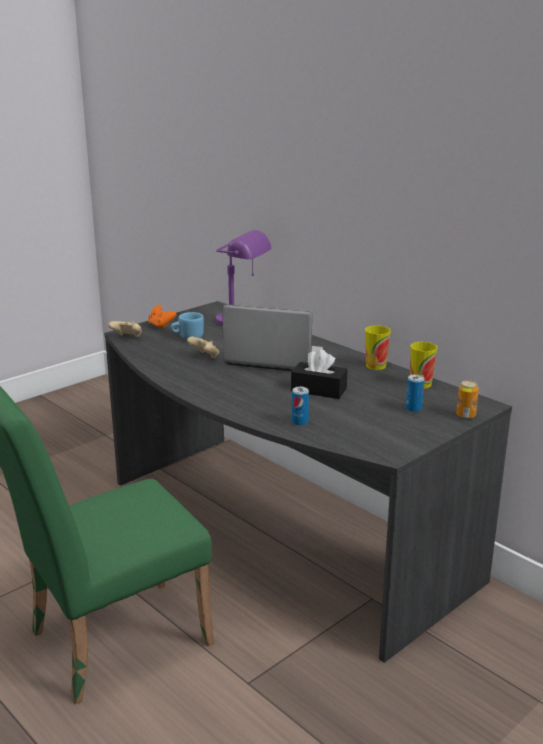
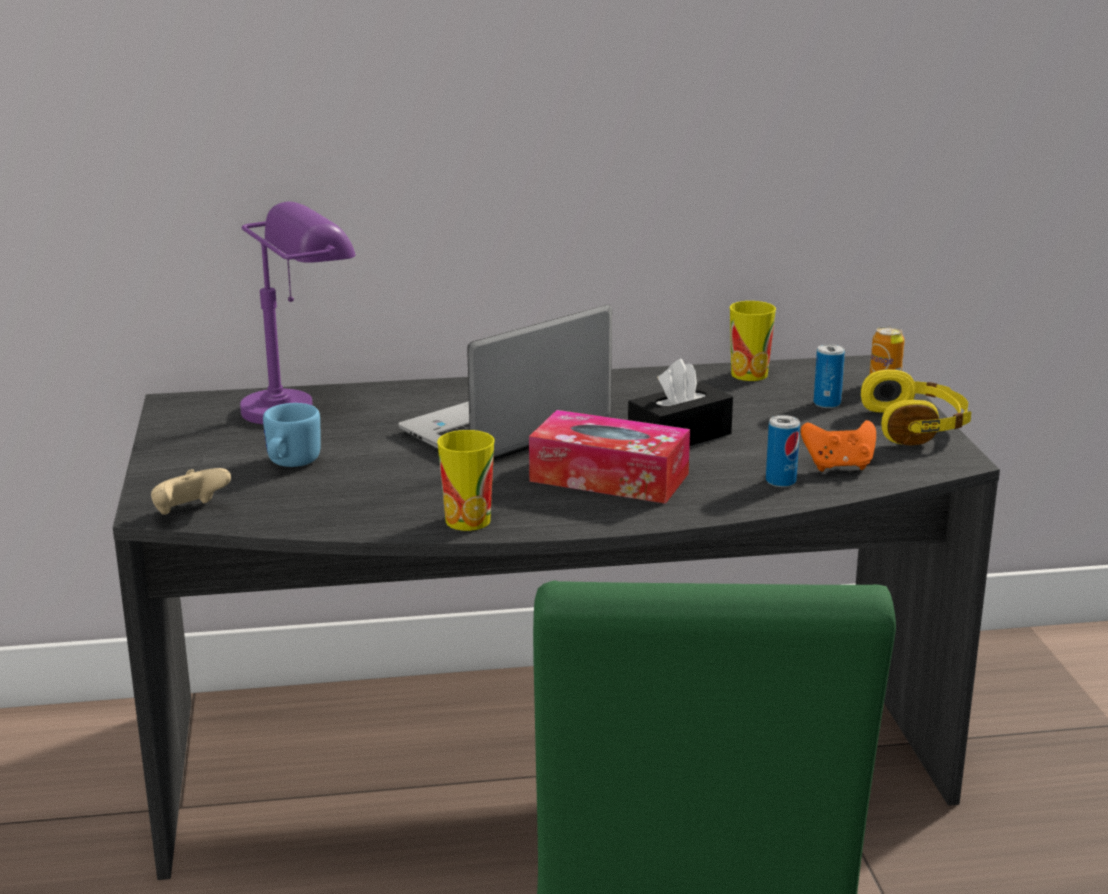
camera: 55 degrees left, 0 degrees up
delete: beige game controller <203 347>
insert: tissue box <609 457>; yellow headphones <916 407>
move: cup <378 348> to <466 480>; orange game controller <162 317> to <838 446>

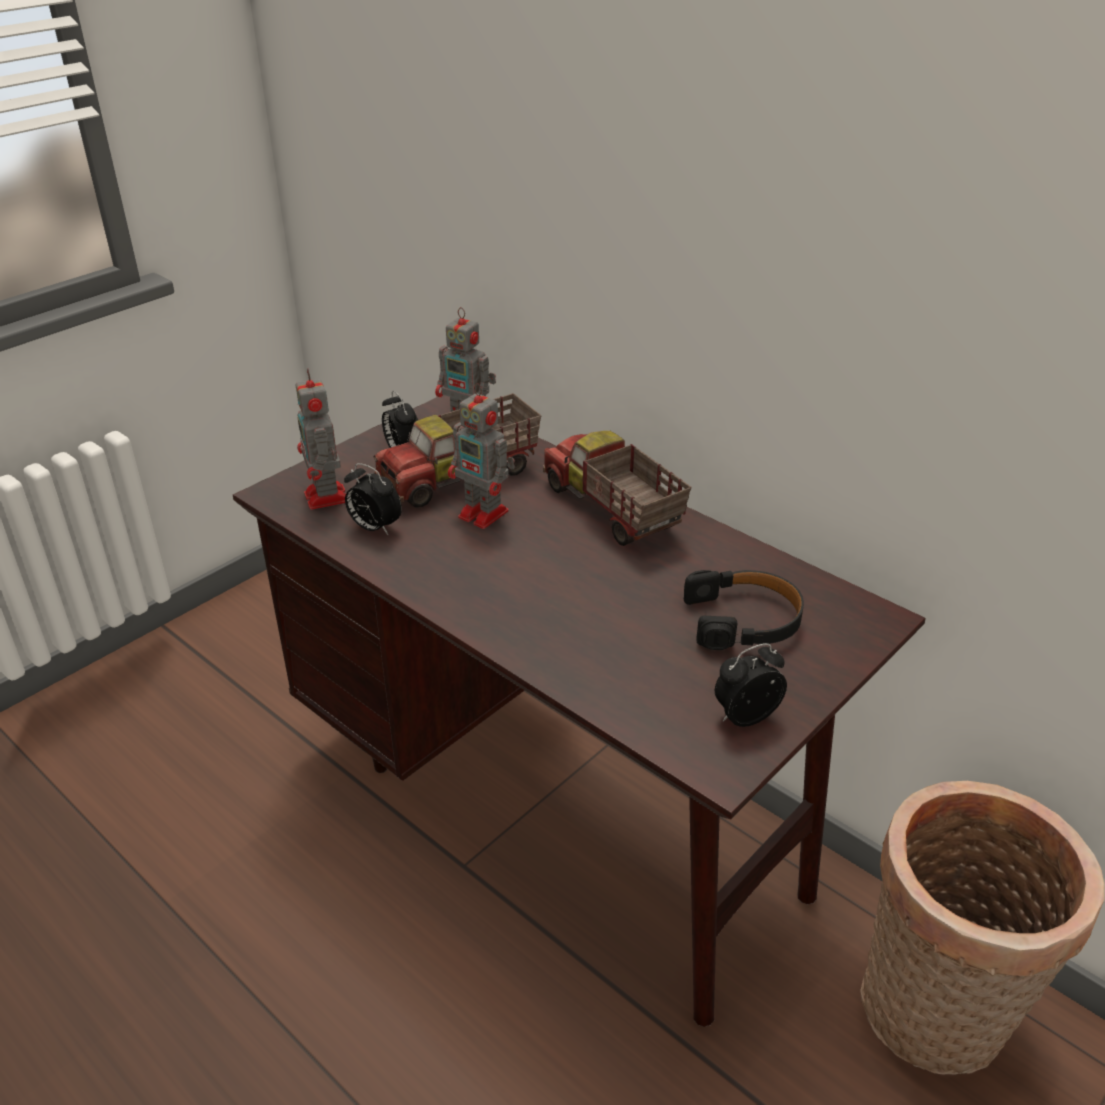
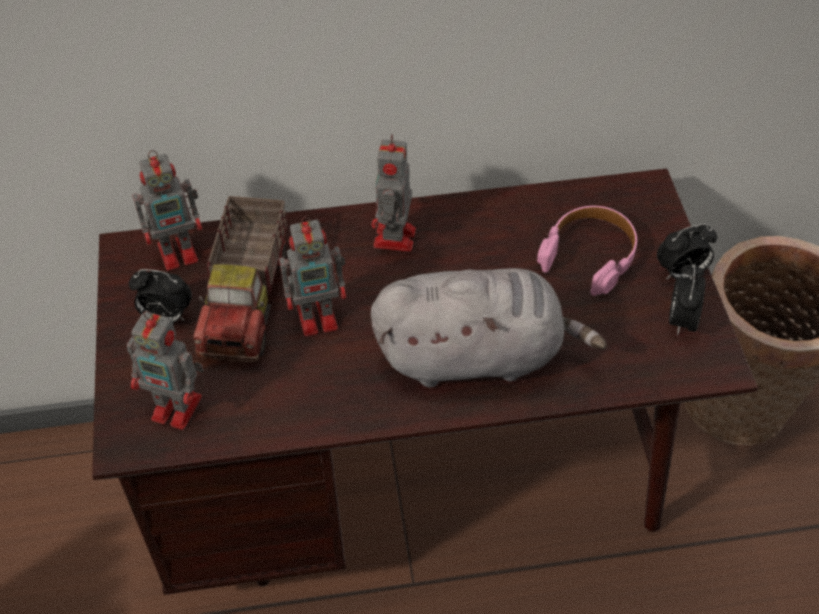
camera: 50 degrees left, 15 degrees up
insert: grey plush toy <489 327>
move: alarm clock <373 499> to <687 252>
replace: toy truck <617 488> to toy robot <393 193>
recolor: black headphones <744 610> to pink headphones <587 251>

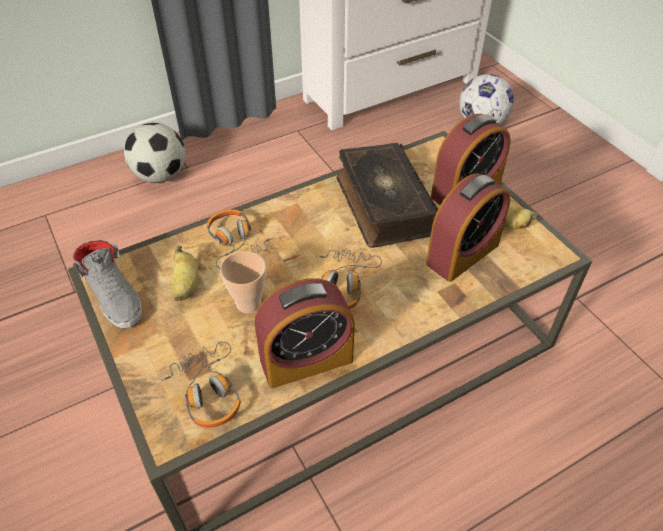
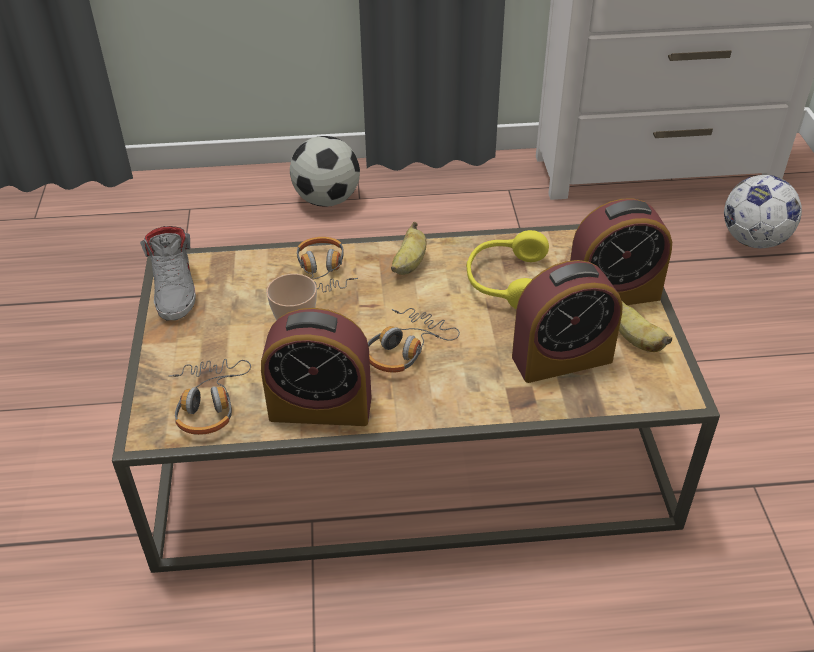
camera: 25 degrees right, 5 degrees down
move: banana <185 273> to <408 248>
replace: book <387 195> to yellow headphones <507 269>

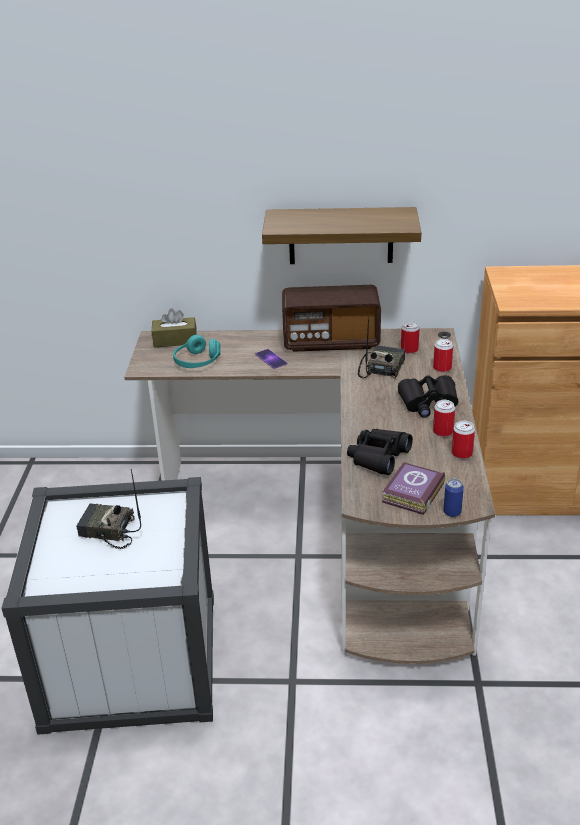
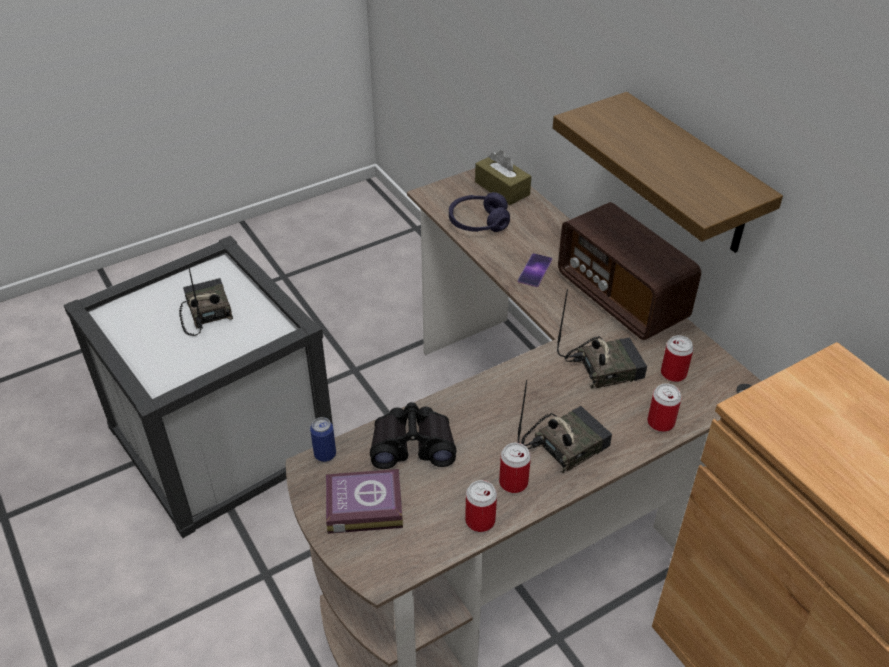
camera: 55 degrees right, 10 degrees up
move: can <453 497> to <323 439>
replace: black binoculars <428 396> to radio <565 426>
recolor: turquoise headphones <197 351> to purple headphones <479 212>

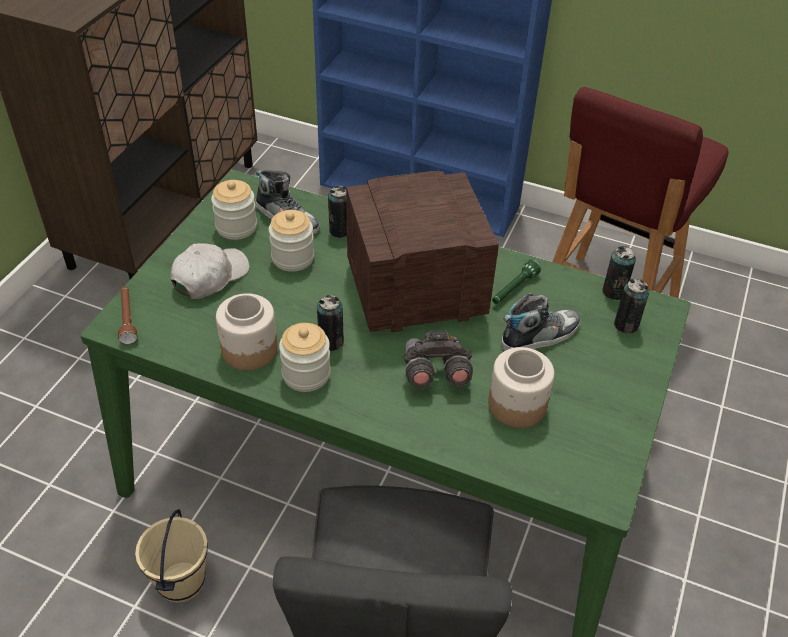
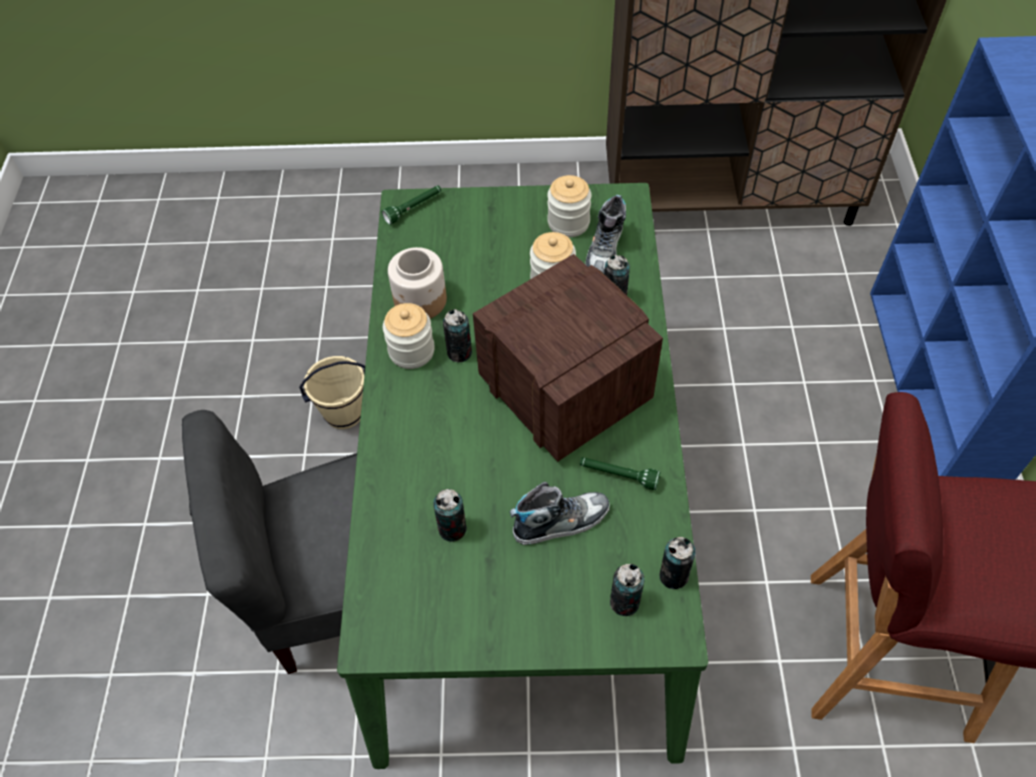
camera: 70 degrees right, 10 degrees up
delete: white cap <210 271>; grey binoculars <438 359>
replace: jar <521 387> to can <450 515>
recolor: brown flashlight <127 315> to green flashlight <411 205>
rotate: shoe <540 322> = <560 513> 60 degrees counterclockwise

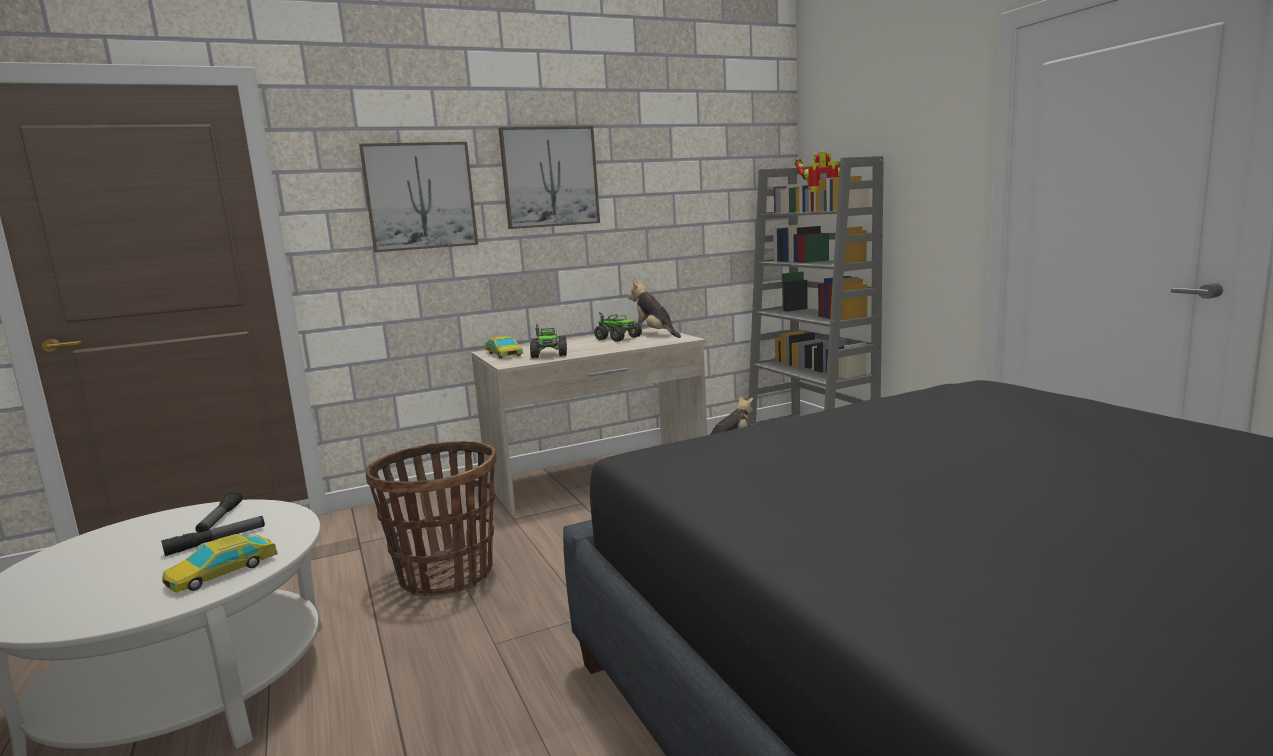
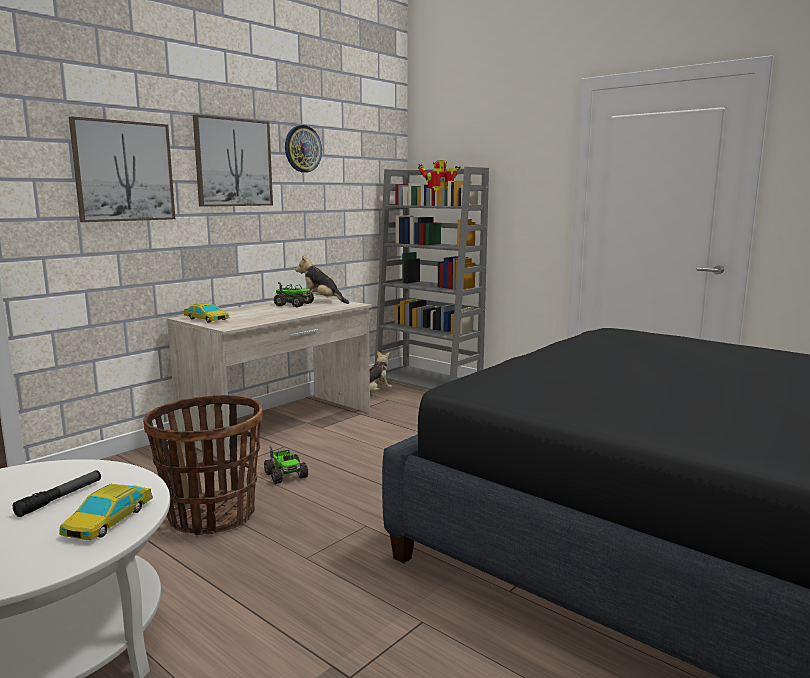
camera: 25 degrees left, 0 degrees up
delete: flashlight <219 512>
insert: wall clock <303 149>
move: toy truck <548 341> to <286 464>

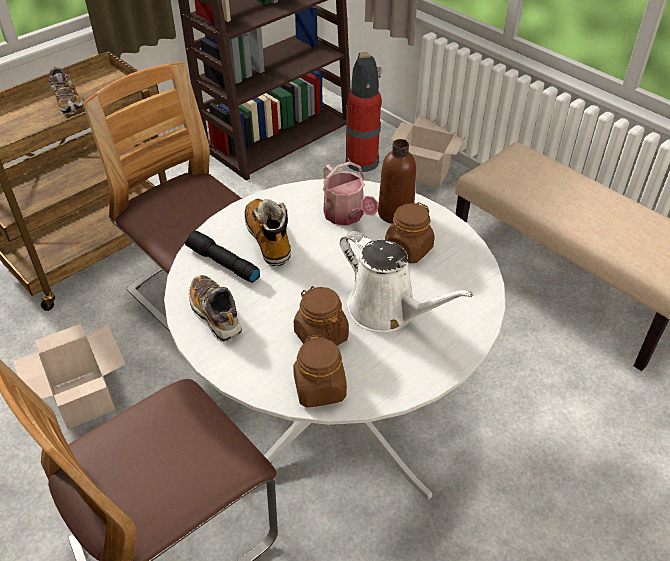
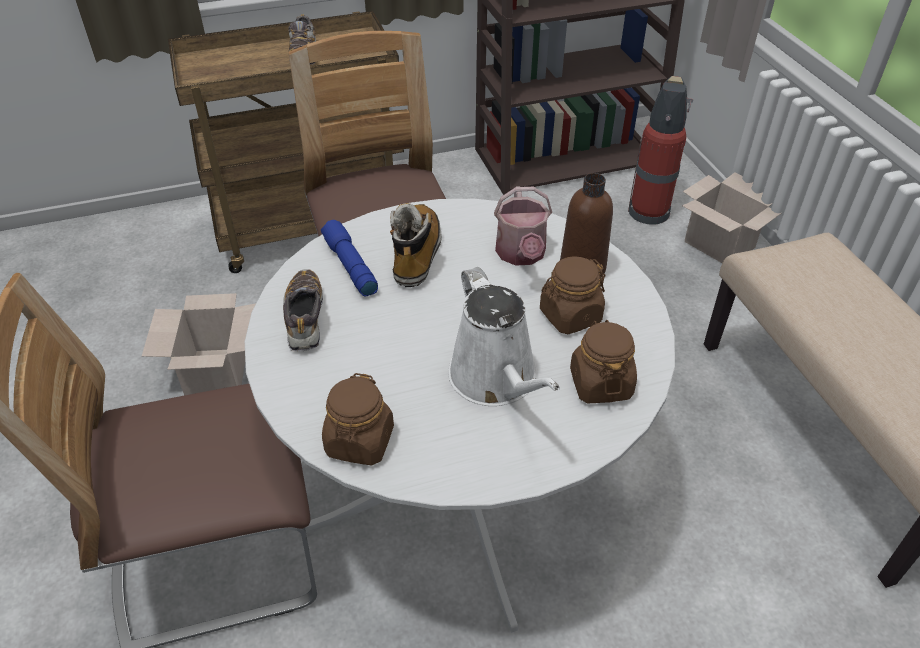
camera: 25 degrees right, 0 degrees up
move: brown jar <321 316> to <603 361>
recolor: black flashlight <222 257> to blue flashlight <349 258>

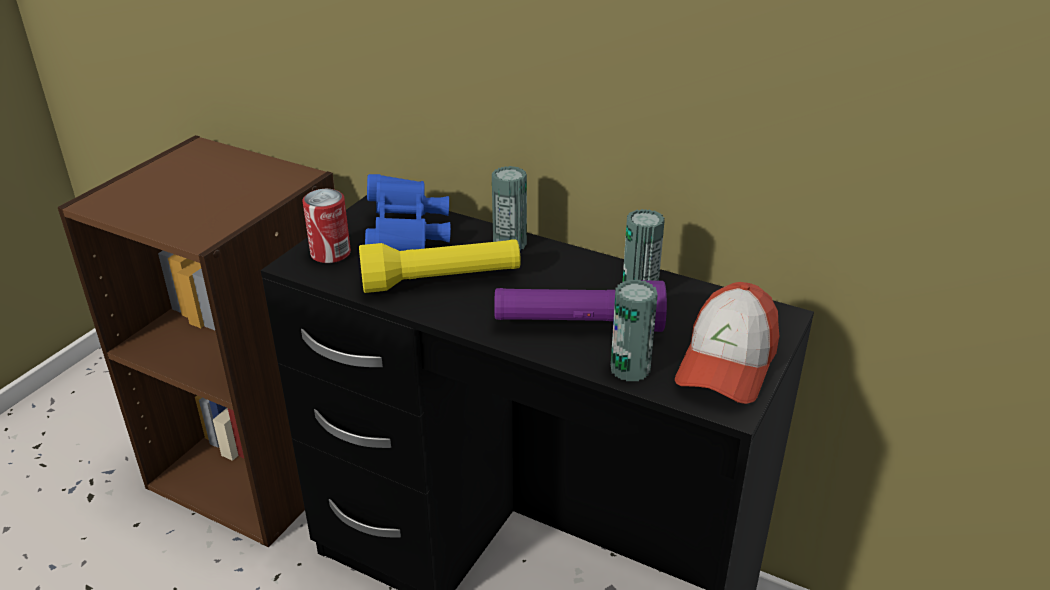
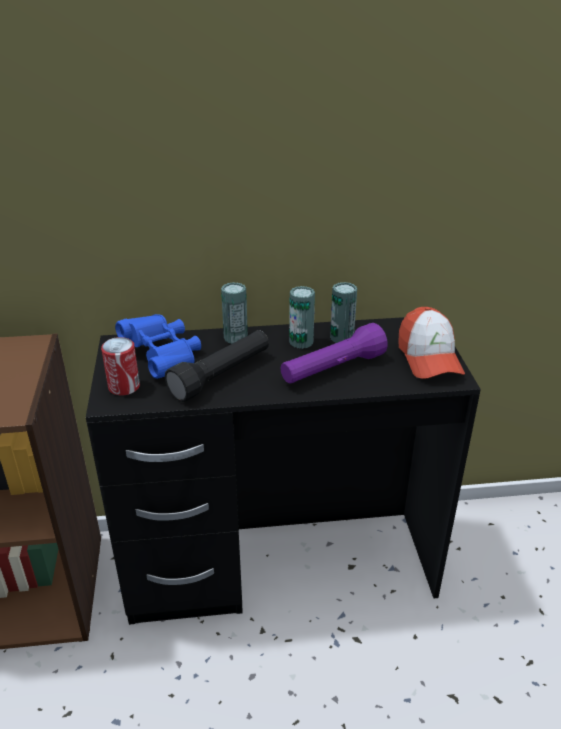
camera: 35 degrees left, 0 degrees up
move: can <634 330> to <302 317>
recolor: yellow flashlight <440 266> to black flashlight <217 366>

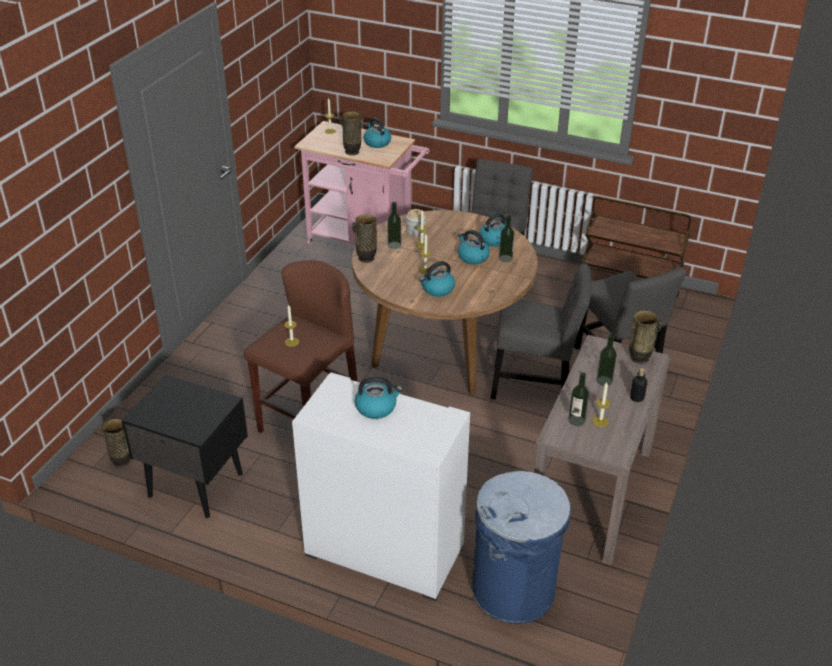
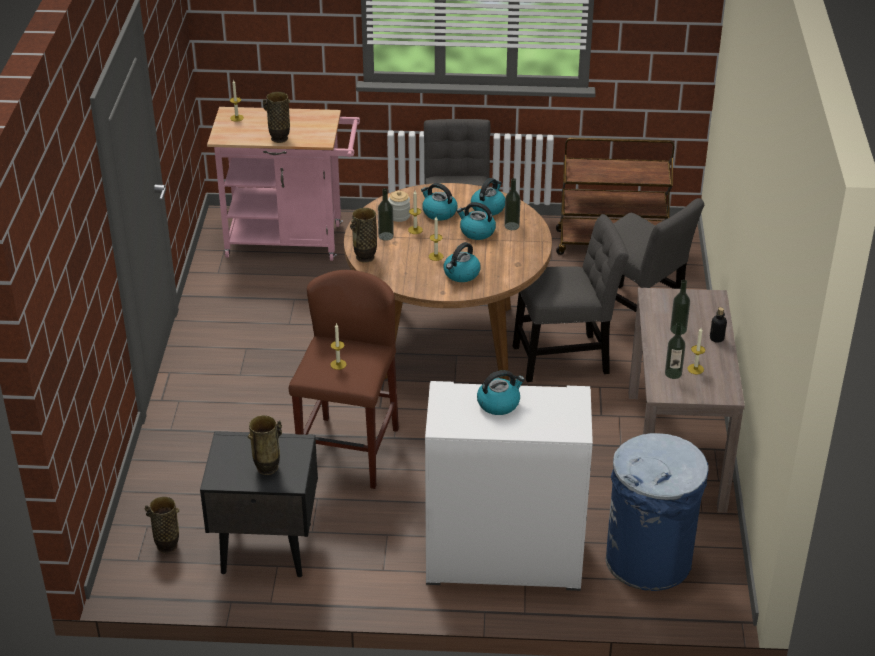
camera: 20 degrees left, 0 degrees up
move: vase <646 337> to <265 445>; kettle <377 133> to <439 201>

